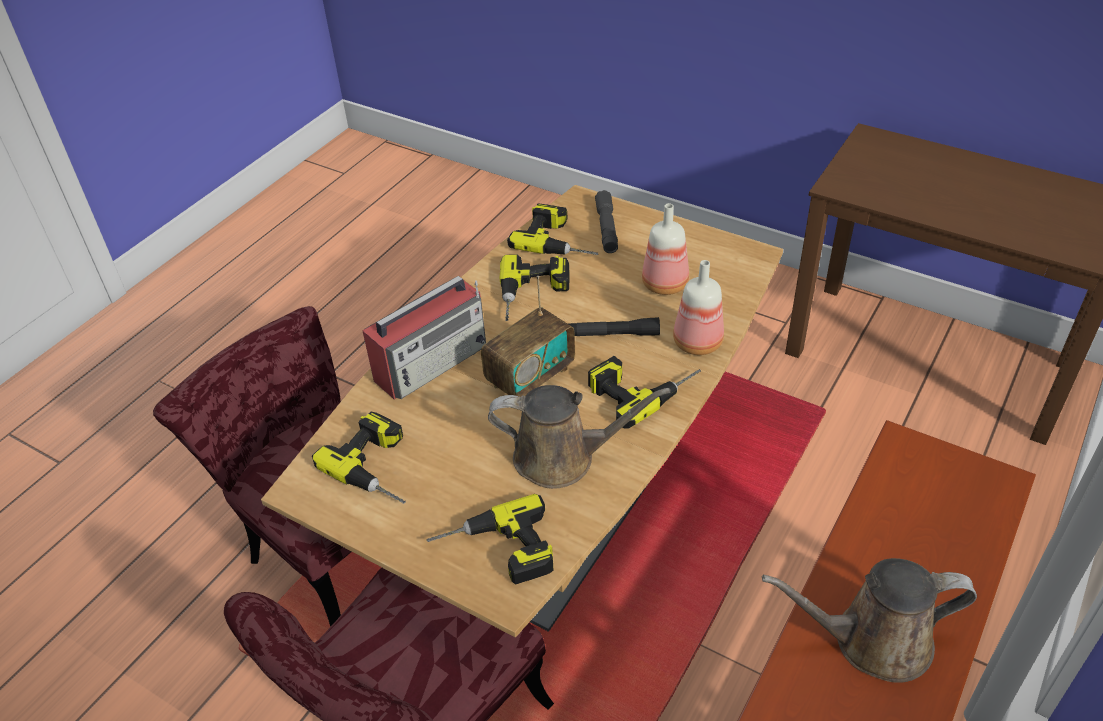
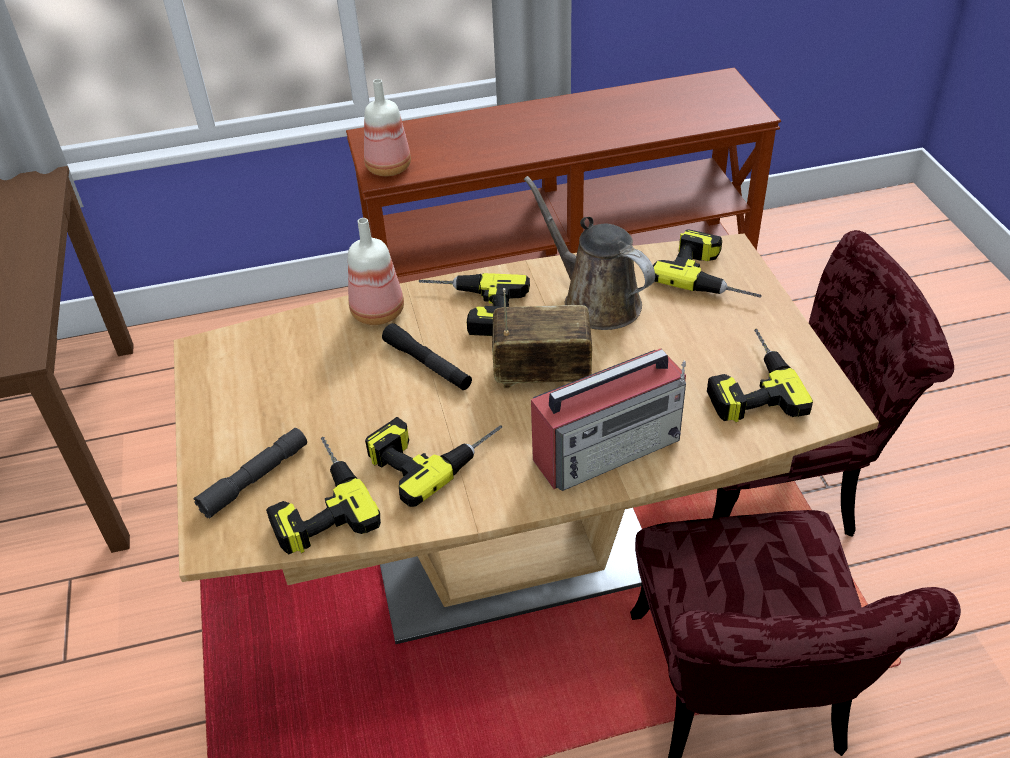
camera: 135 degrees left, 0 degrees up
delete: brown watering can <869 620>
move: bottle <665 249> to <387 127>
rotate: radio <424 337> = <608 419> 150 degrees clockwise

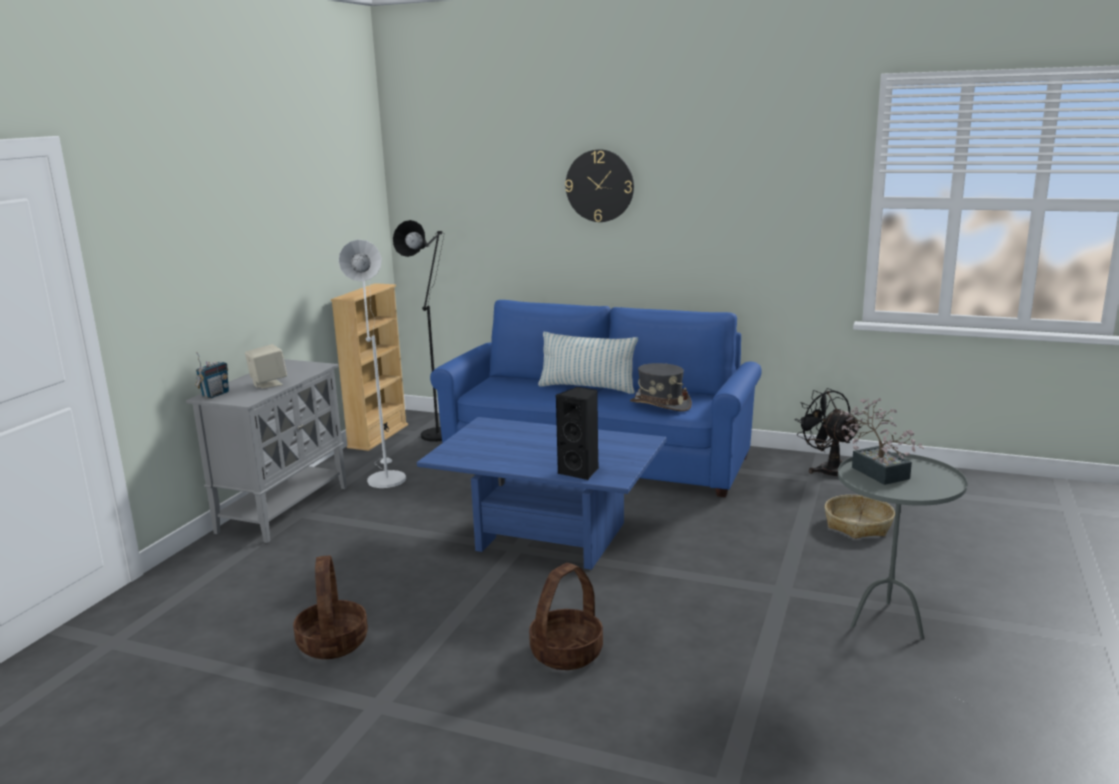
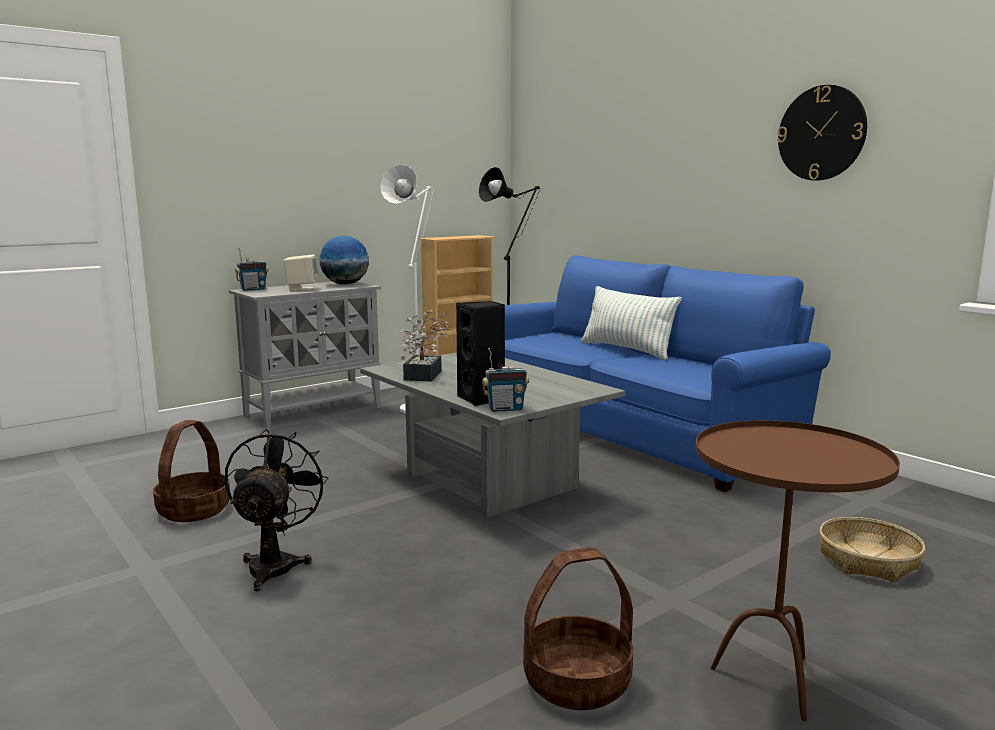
camera: 30 degrees right, 5 degrees down
delete: grey hat <661 387>
insert: globe <344 260>; radio <505 380>
move: black fan <827 432> to <276 510>; potted plant <881 441> to <425 345>; basket <566 616> to <578 628>; wall clock <599 185> to <822 133>
recolor: blue coffee table <542 493> to grey coffee table <492 435>; grey side table <902 545> to brown side table <797 570>

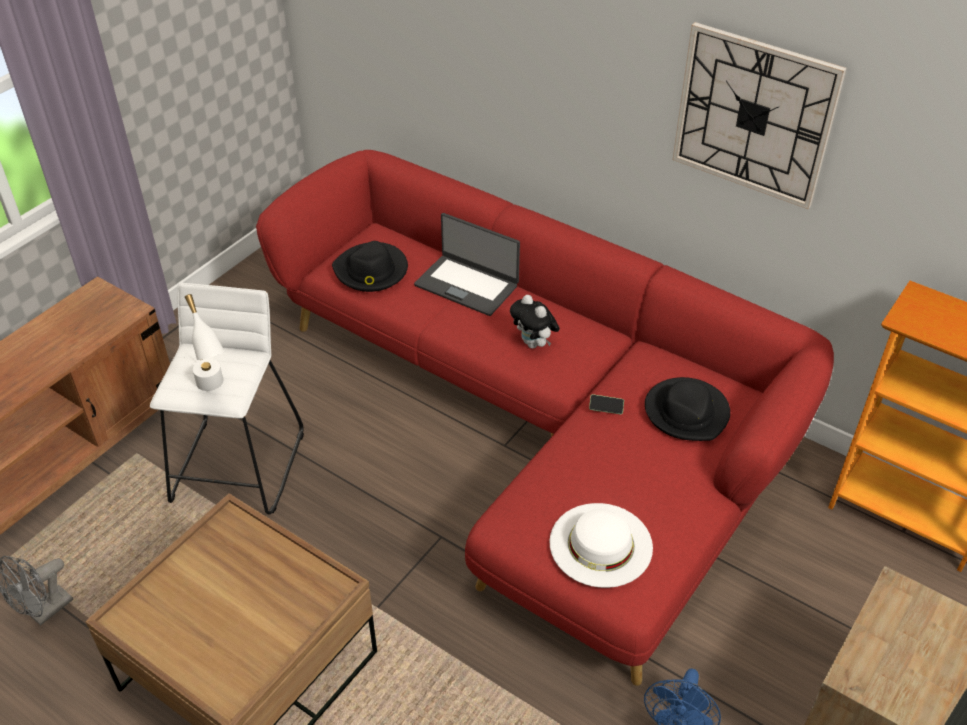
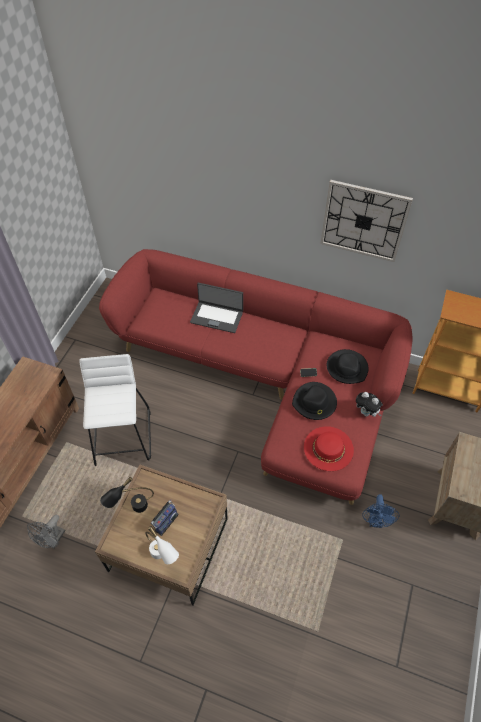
camera: 15 degrees left, 10 degrees up
insert: black table lamp <127 495>; radio <165 517>
move: white table lamp <204 342> to <162 545>; black hat <370 266> to <314 401>; plush toy <535 322> to <369 404>
recolor: white hat <601 545> to red hat <329 448>

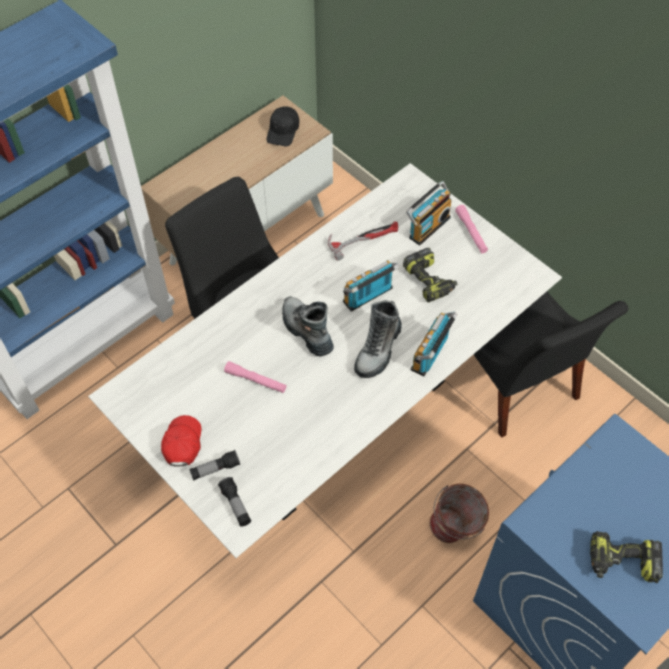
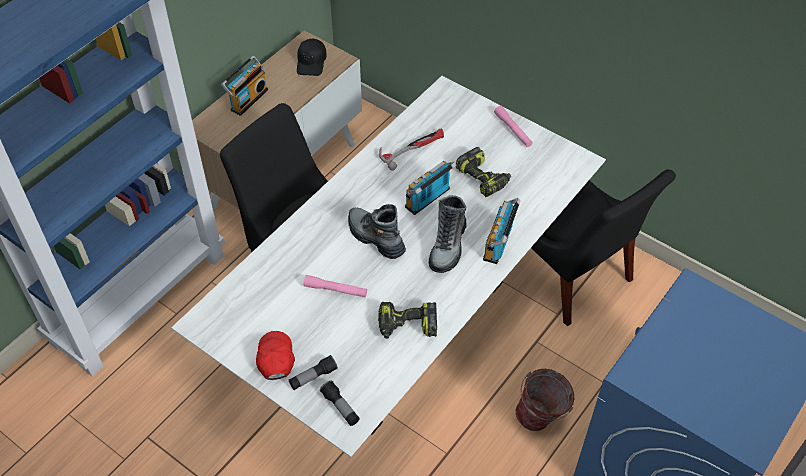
camera: 10 degrees left, 5 degrees down
move: radio <428 213> to <244 86>; power drill <626 557> to <407 320>

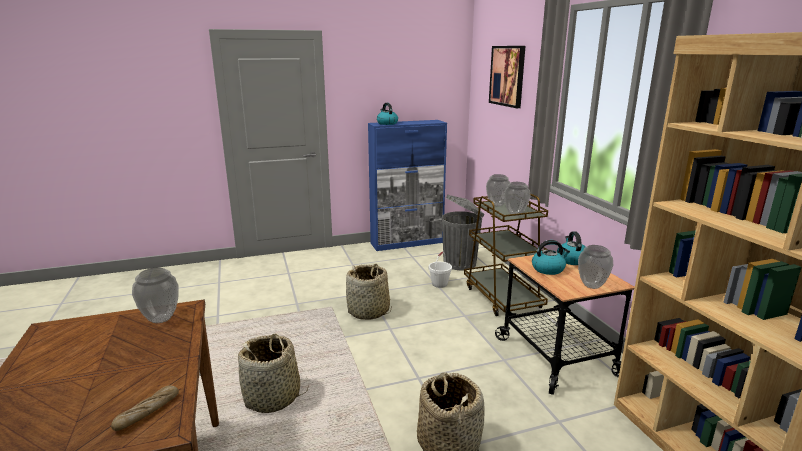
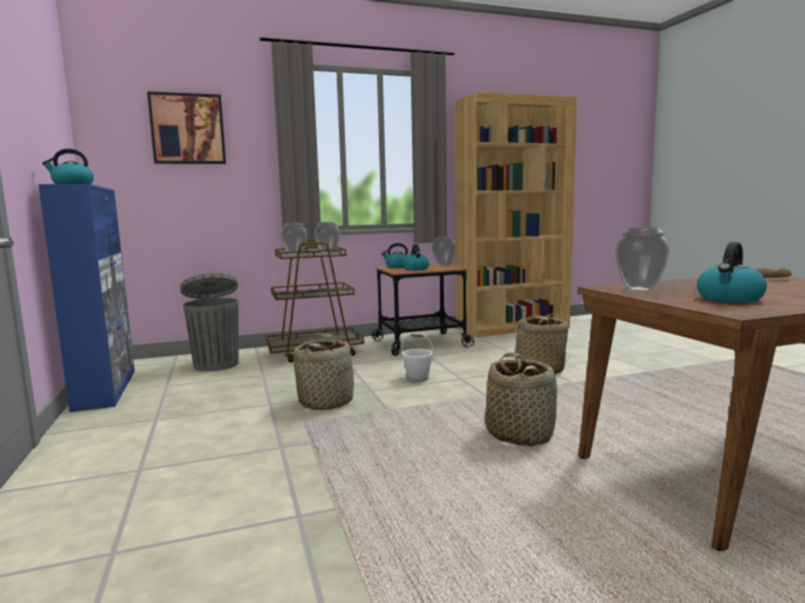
camera: 90 degrees left, 10 degrees down
insert: kettle <732 272>
move: white bucket <440 269> to <417 358>

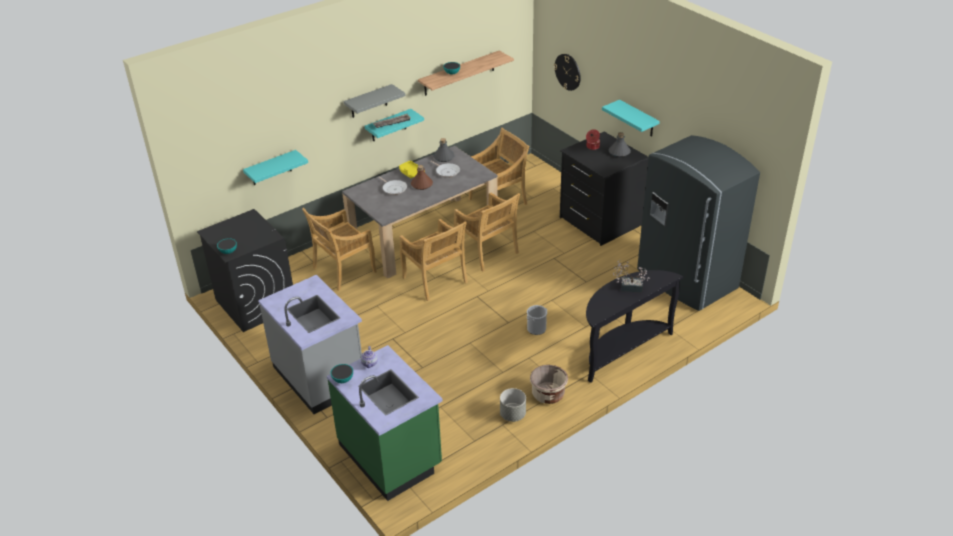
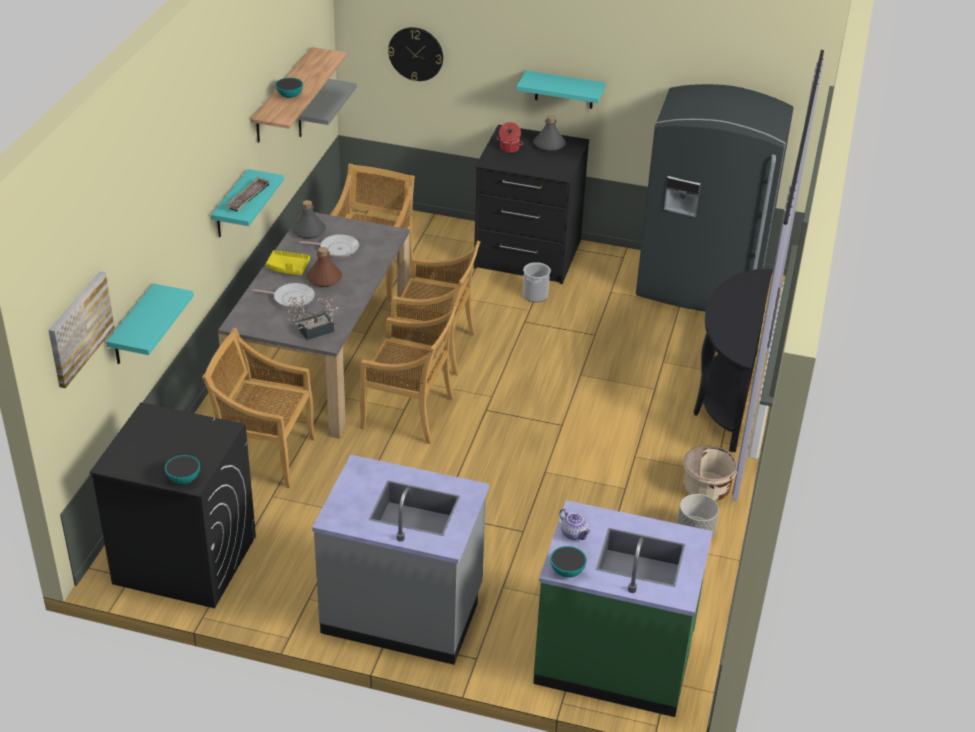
camera: 40 degrees left, 0 degrees up
insert: picture <81 329>
move: potted plant <631 276> to <312 318>; grey shelf <374 101> to <326 108>; bucket <537 320> to <537 282>
rotate: beige chair <339 249> = <258 408> 90 degrees clockwise

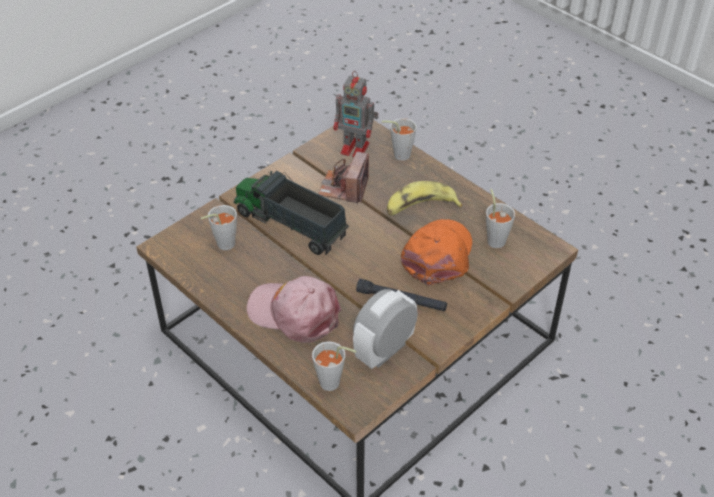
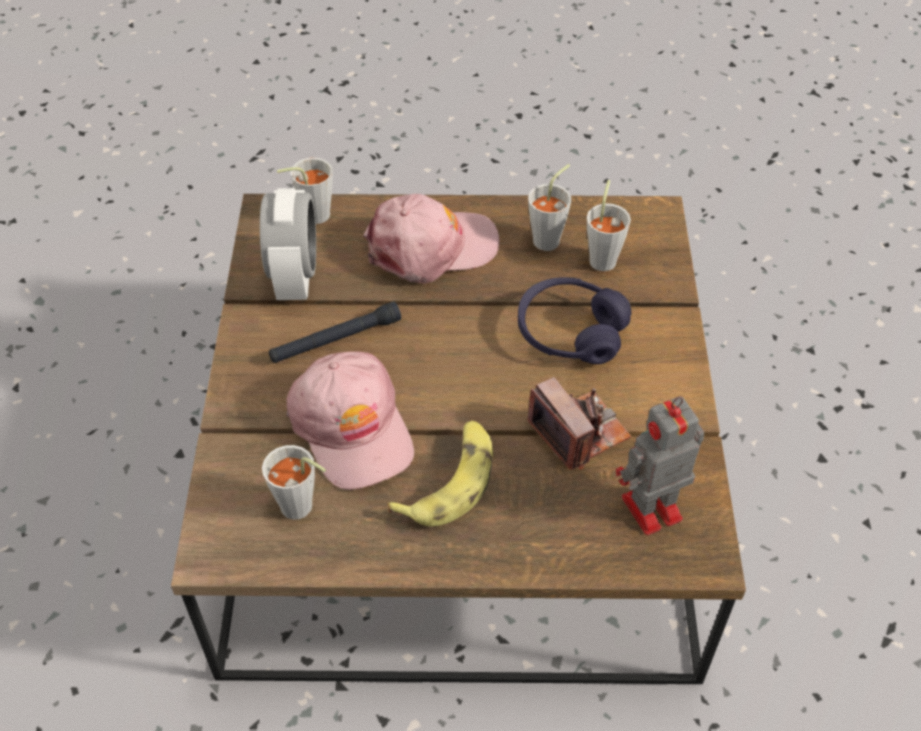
camera: 135 degrees right, 5 degrees up
move: grey cup <399 139> to <549 207>
replace: toy truck <291 213> to purple headphones <574 320>
recolor: orange cap <436 252> to pink cap <350 420>

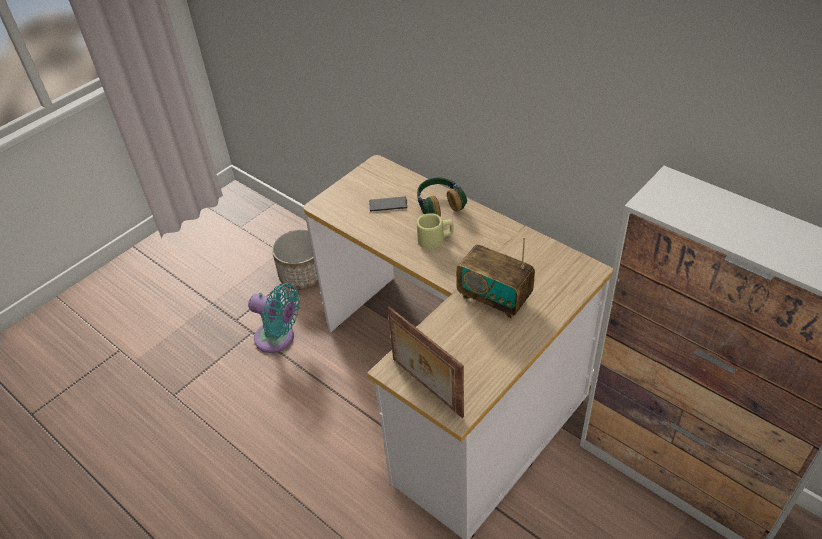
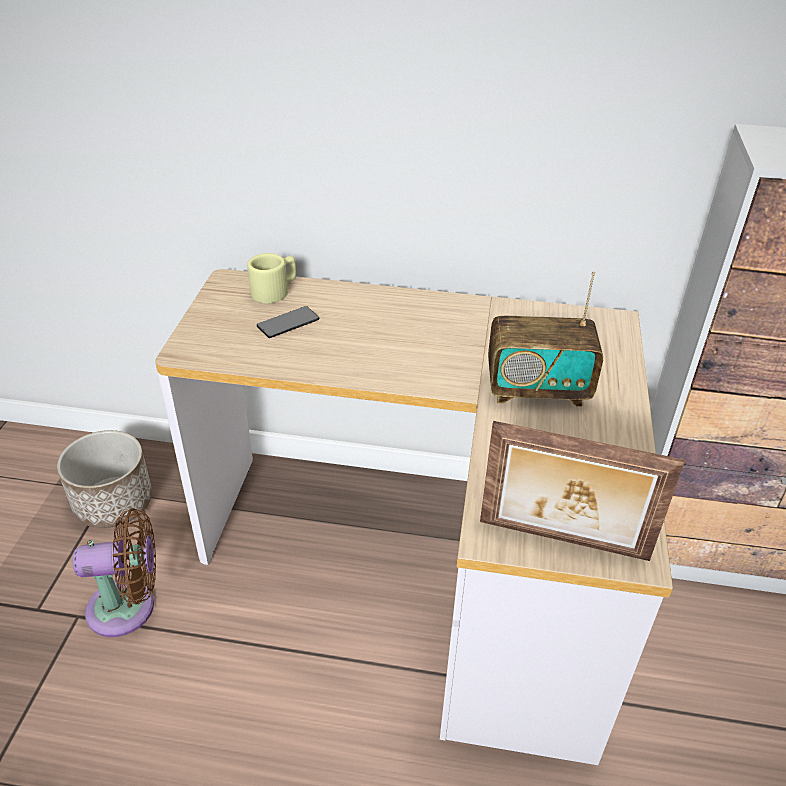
camera: 35 degrees left, 5 degrees down
delete: headphones <442 197>
move: beige mug <435 231> to <271 278>
recolor: turquoise fan <274 318> to brown fan <114 572>

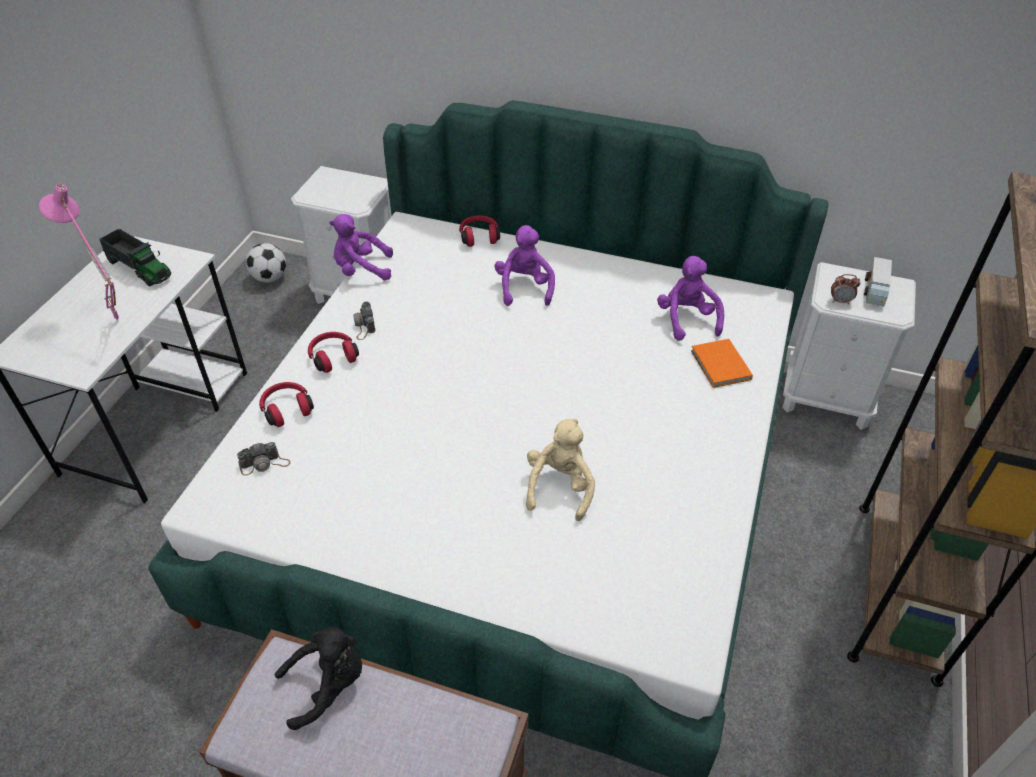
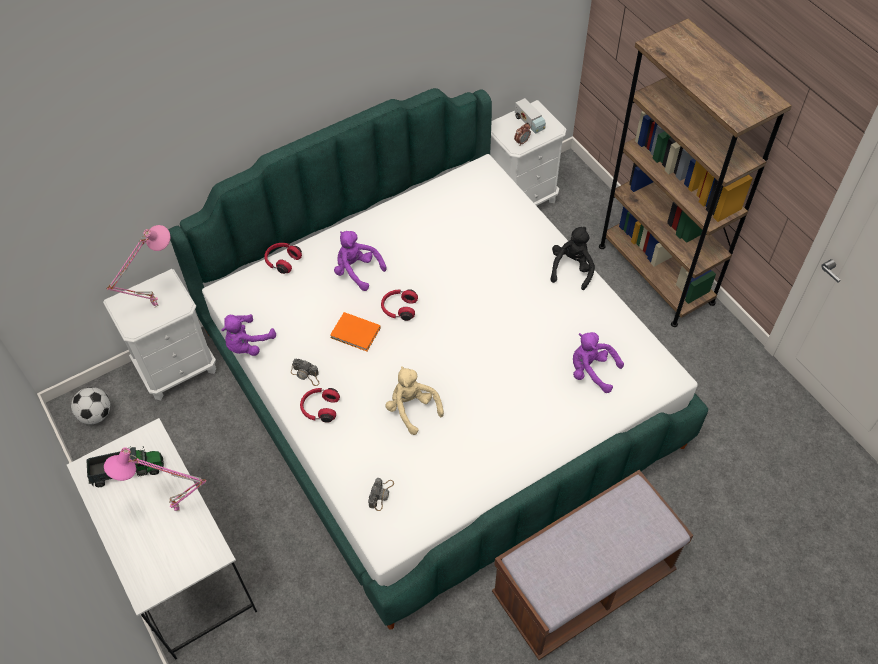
camera: 50 degrees left, 10 degrees up
insert: pink table lamp <138 266>
move: orange book <722 363> to <355 331>; red headphones <286 404> to <399 305>; beige plush toy <560 470> to <414 400>; black plush toy <318 678> to <573 258>; purple plush toy <690 298> to <598 362>

